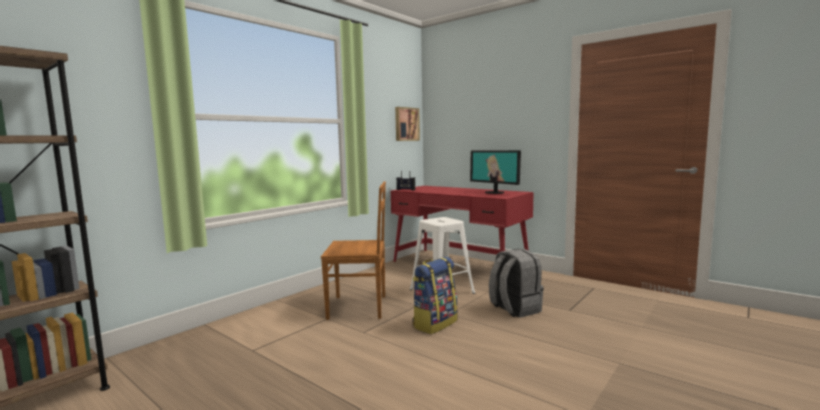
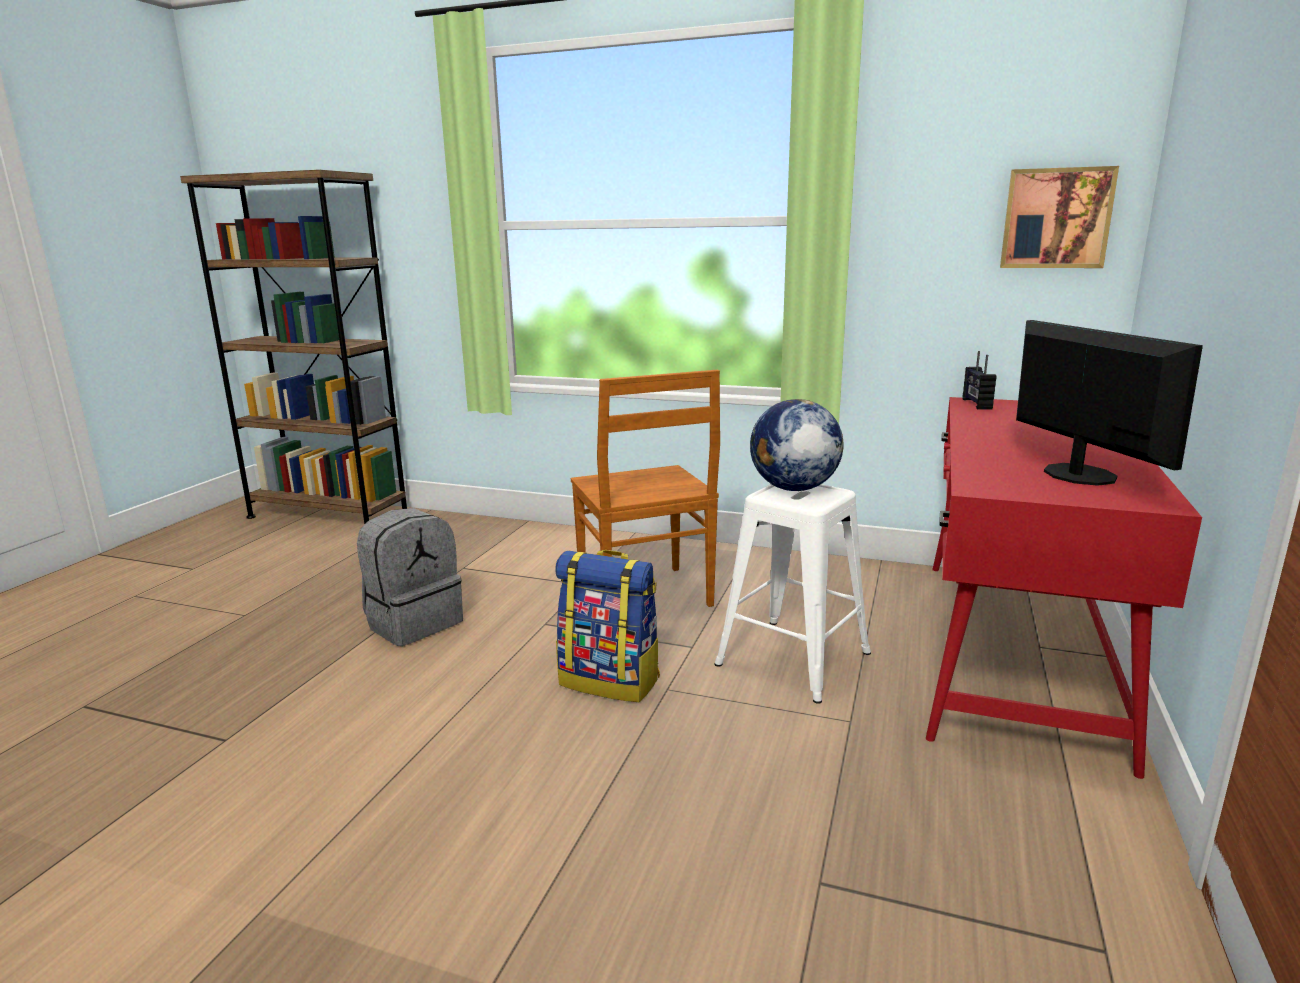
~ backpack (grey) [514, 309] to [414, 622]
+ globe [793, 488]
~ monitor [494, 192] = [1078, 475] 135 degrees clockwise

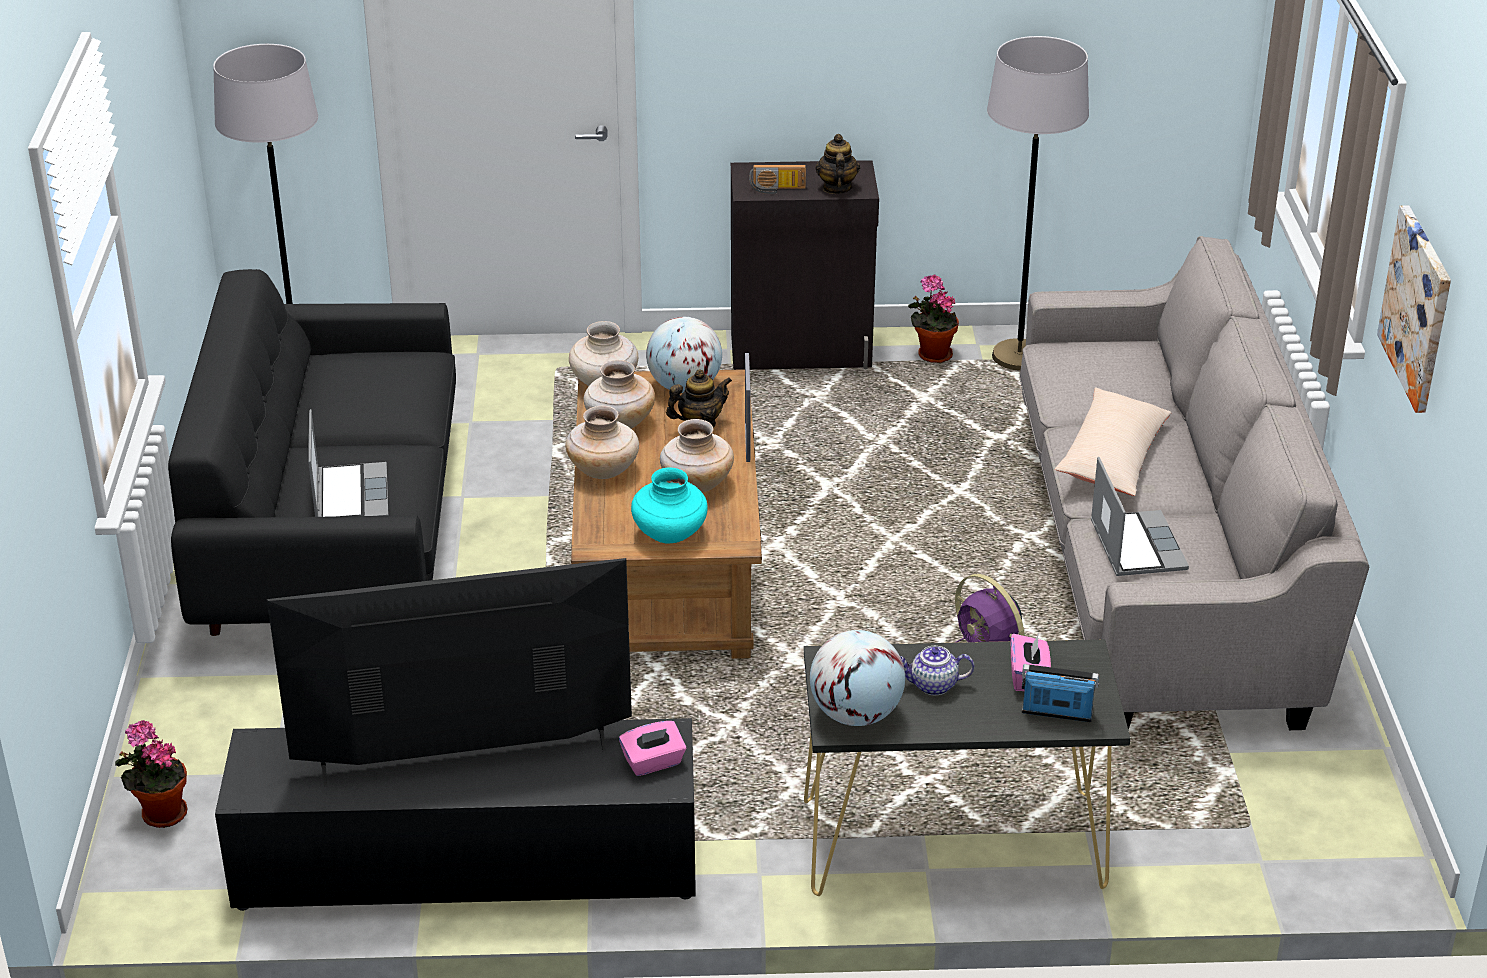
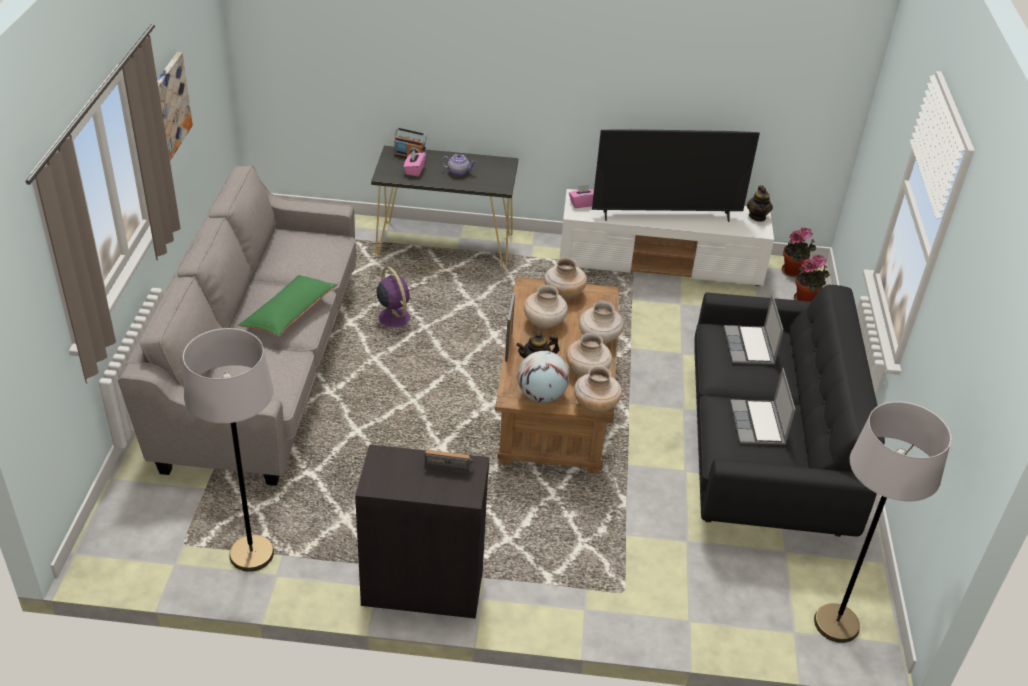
~ pillow (beige) [1112, 456] to pillow (green) [290, 314]
~ vase (turquoise) [670, 535] to vase (beige) [563, 294]
~ tv stand (black) [465, 866] to tv stand (white) [661, 262]
~ laptop [1135, 545] to [758, 424]
~ teapot [836, 188] to [757, 216]
~ potted plant [931, 355] to [793, 272]
- globe [856, 714]

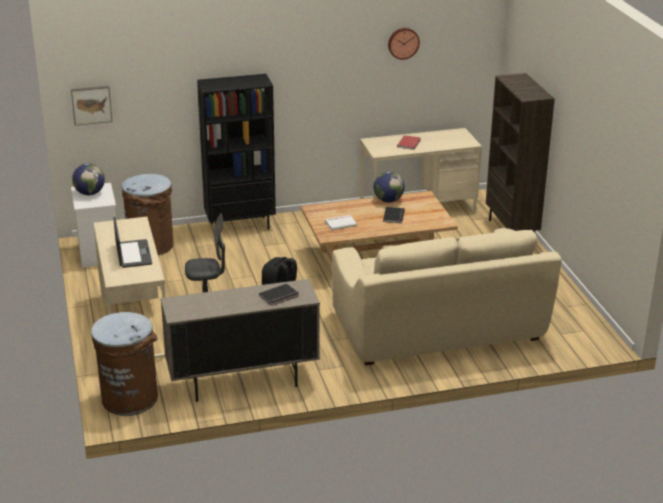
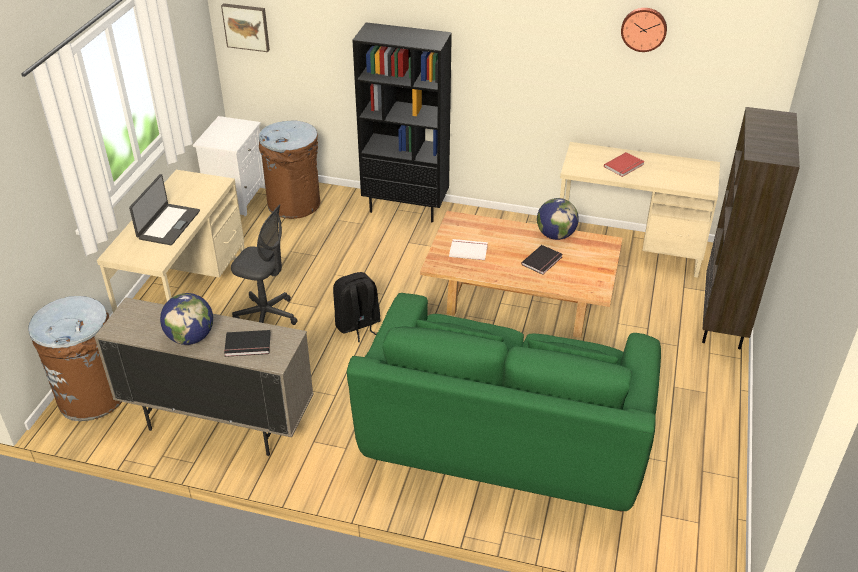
~ globe [89, 193] to [191, 337]
~ sofa (beige) [438, 328] to sofa (green) [505, 438]

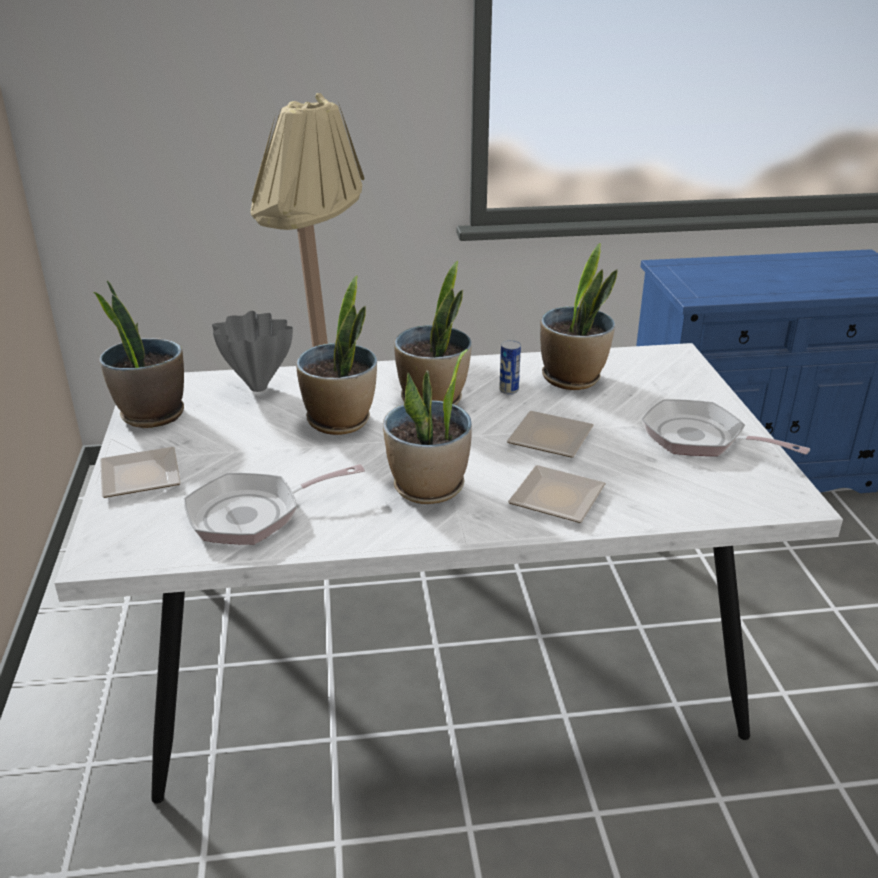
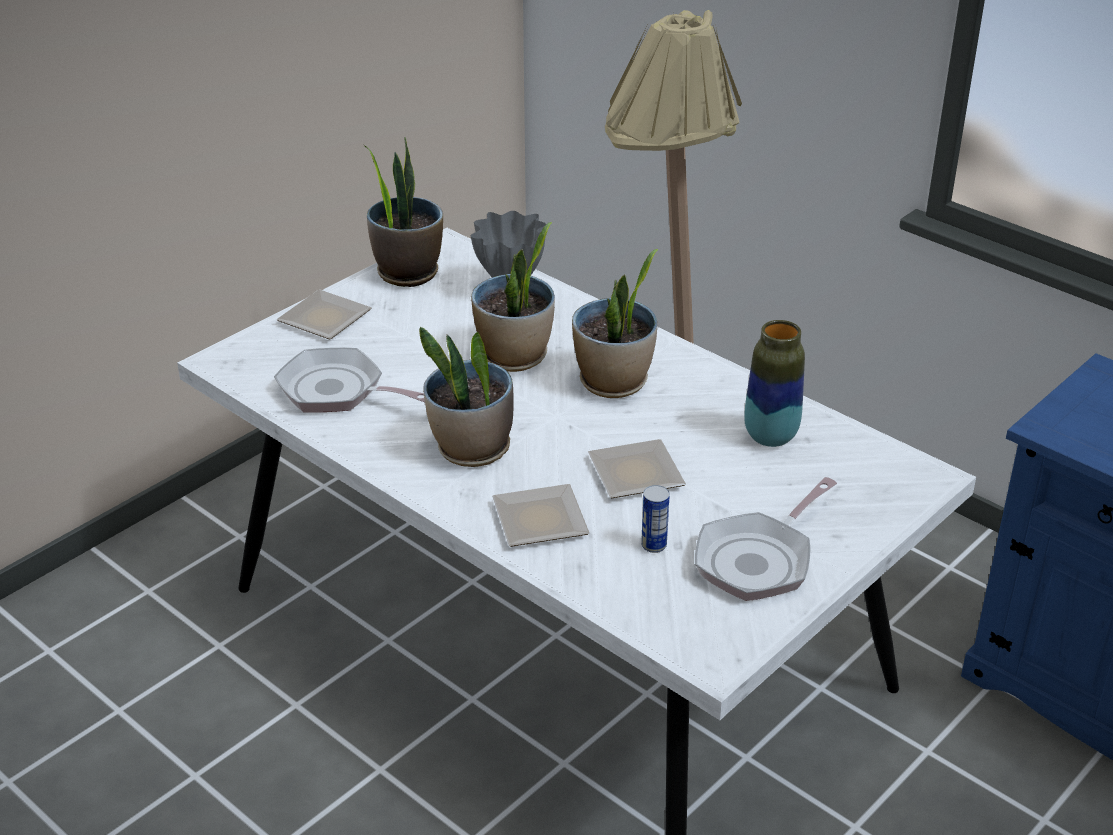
~ can [508, 390] to [654, 545]
~ frying pan [700, 438] = [758, 559] 135 degrees counterclockwise
~ potted plant [572, 378] to vase [770, 436]

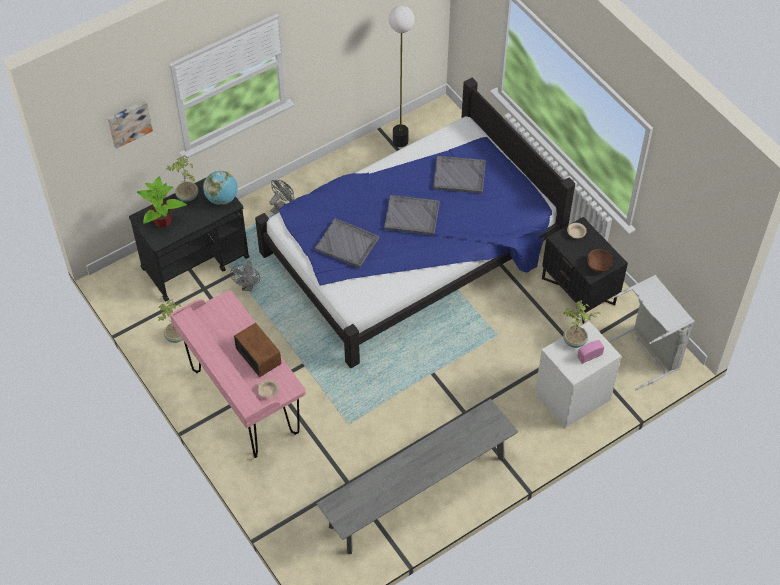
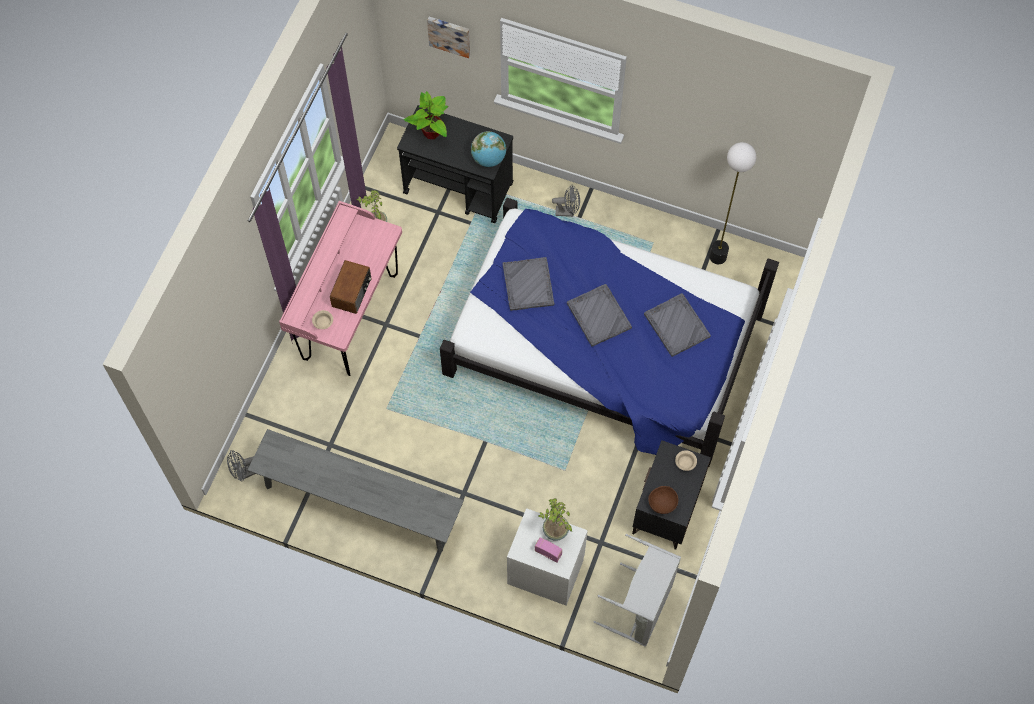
~ fan (grey) [248, 286] to [244, 473]
- potted plant [187, 196]

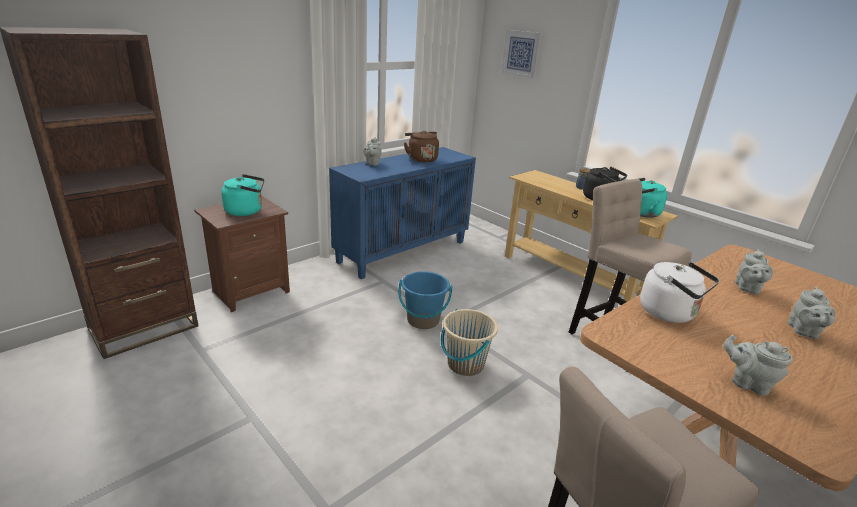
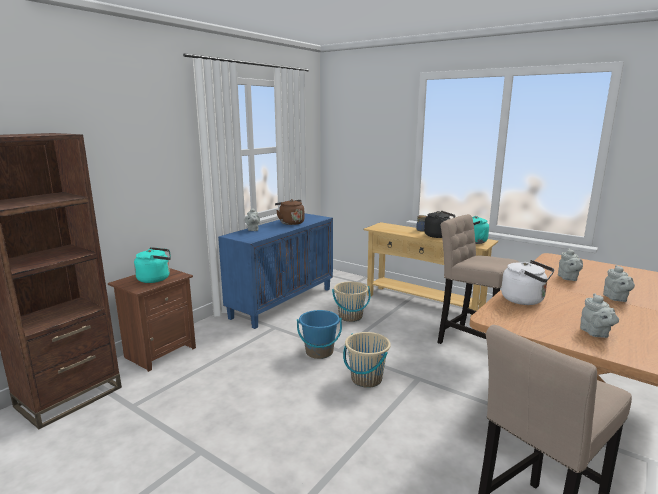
+ bucket (beige) [350, 317]
~ teapot (grey) [747, 383] = [595, 333] 120 degrees counterclockwise
- picture [521, 53]

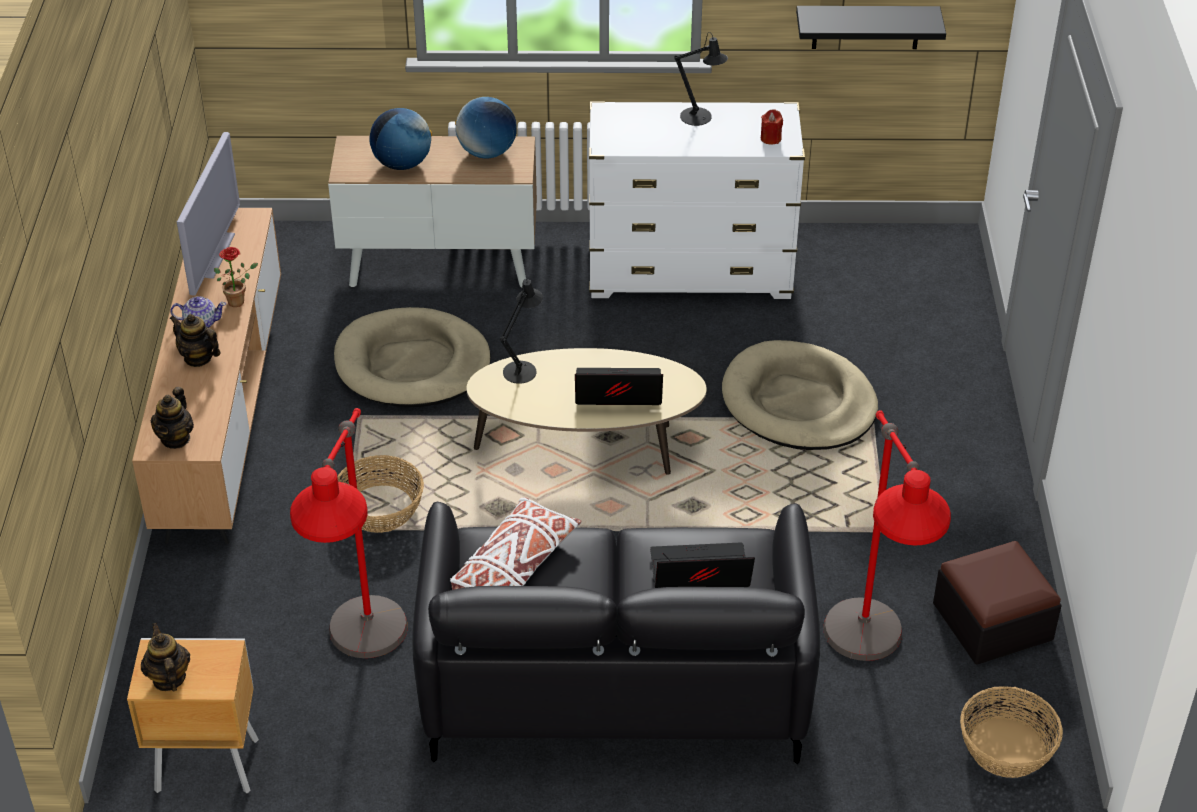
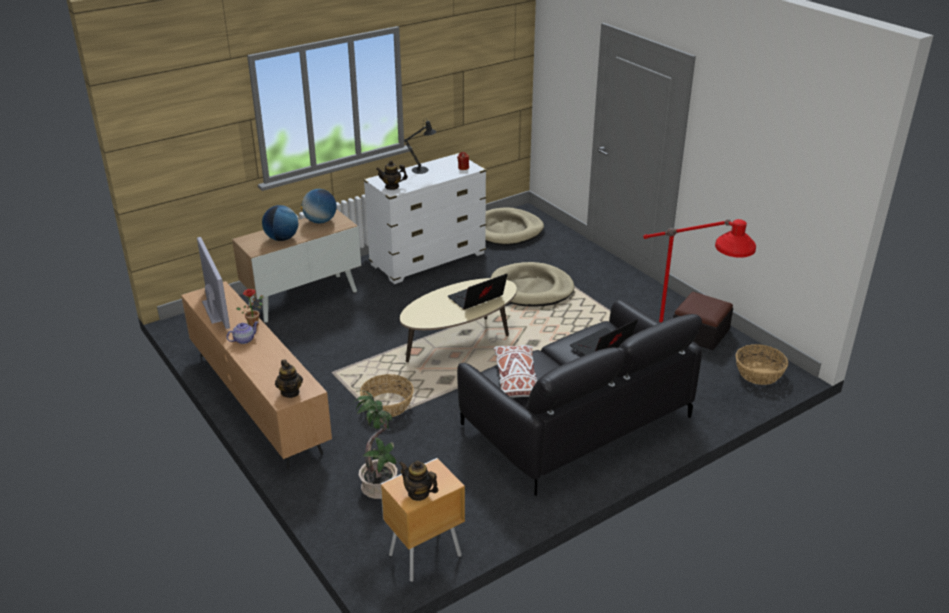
+ potted plant [380, 487]
~ teapot [198, 358] to [392, 186]
~ dog bed (beige) [412, 364] to [506, 230]
- floor lamp (red) [364, 671]
- table lamp (black) [522, 369]
- shelf (black) [866, 27]

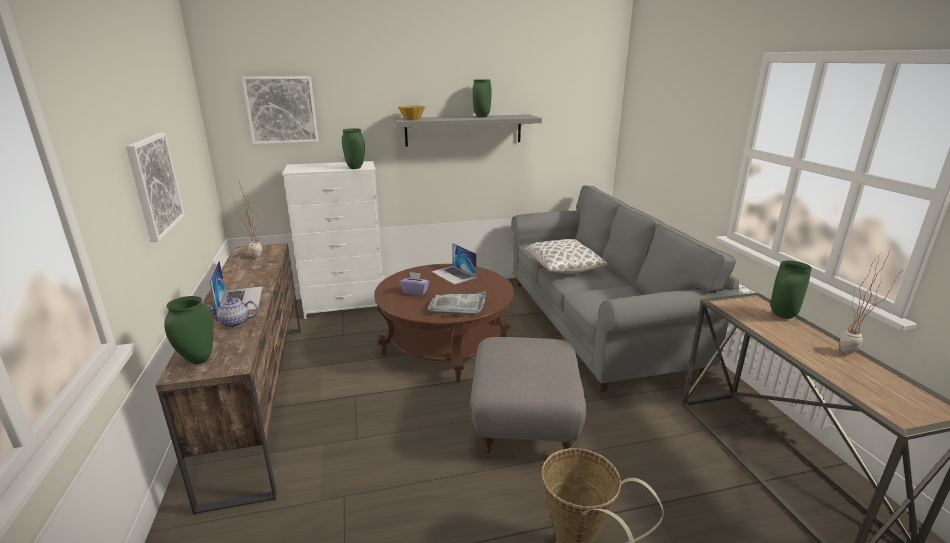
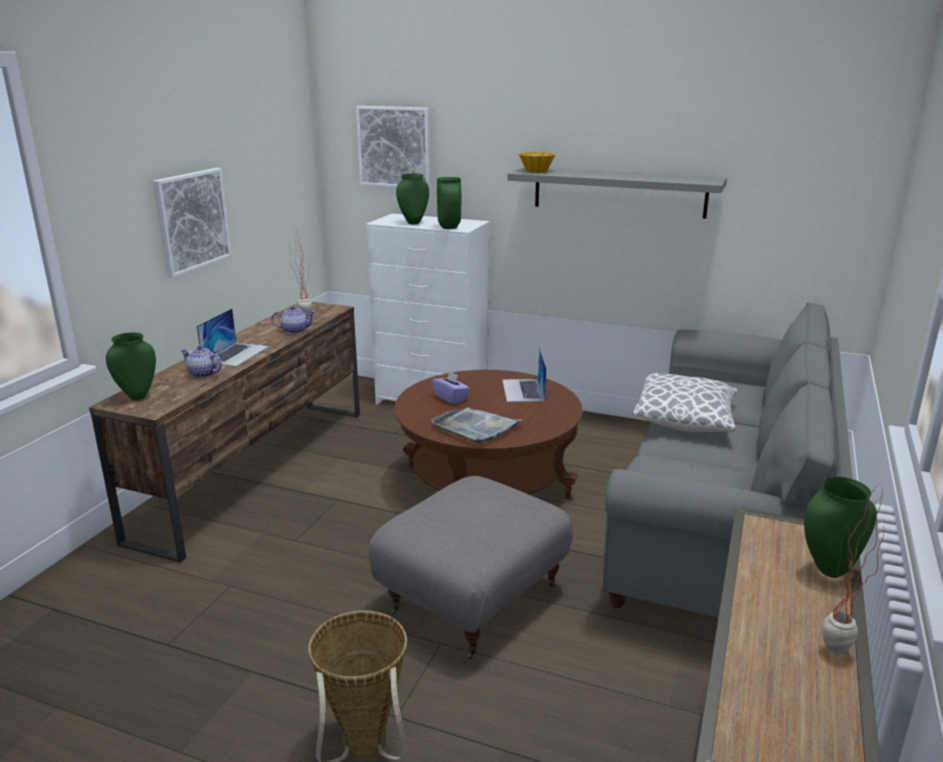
+ teapot [294, 330]
~ vase (green) [481, 116] to [413, 223]

